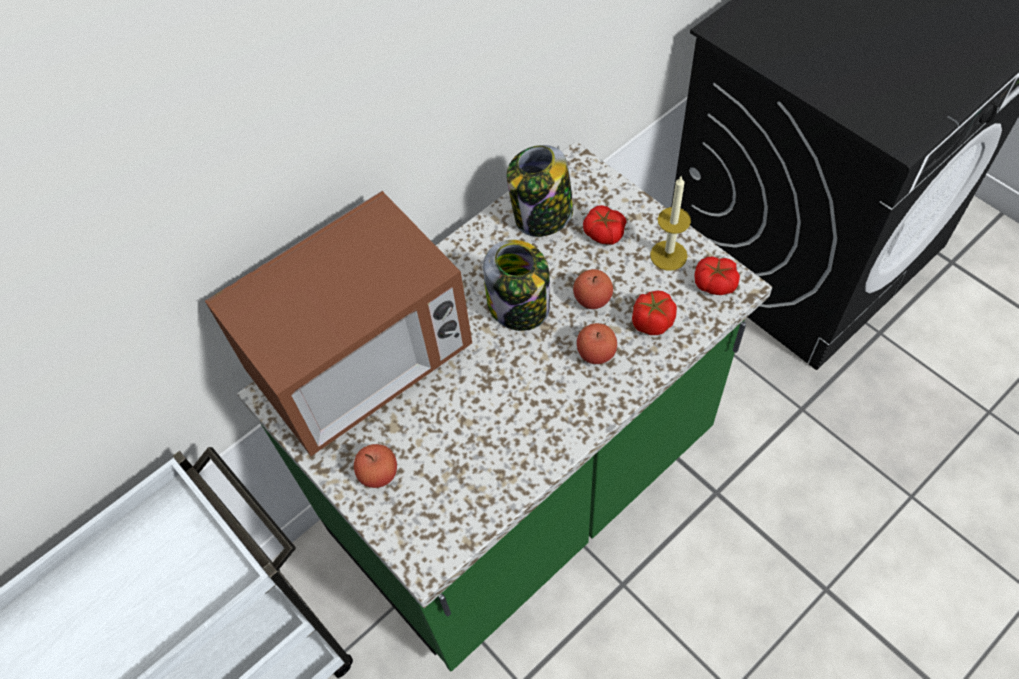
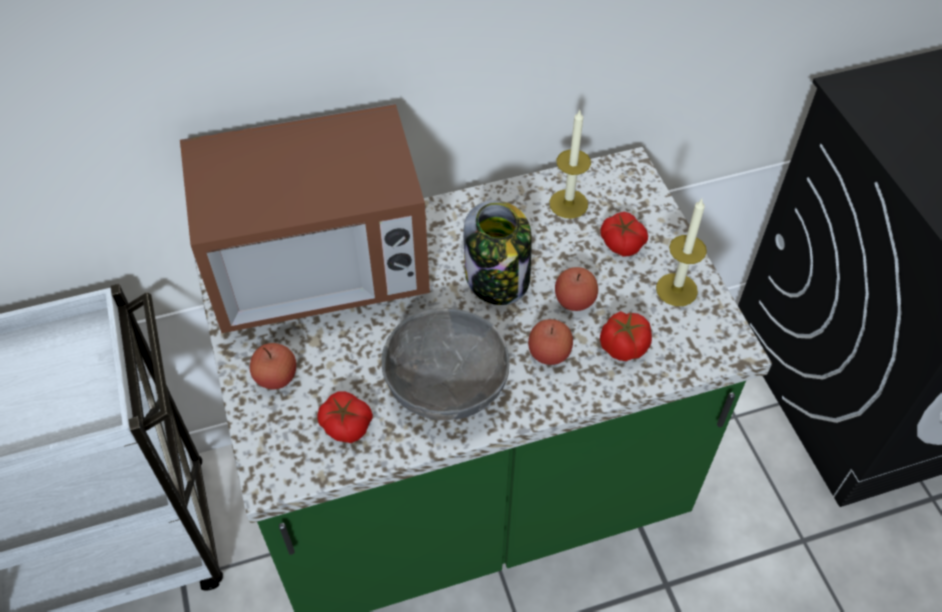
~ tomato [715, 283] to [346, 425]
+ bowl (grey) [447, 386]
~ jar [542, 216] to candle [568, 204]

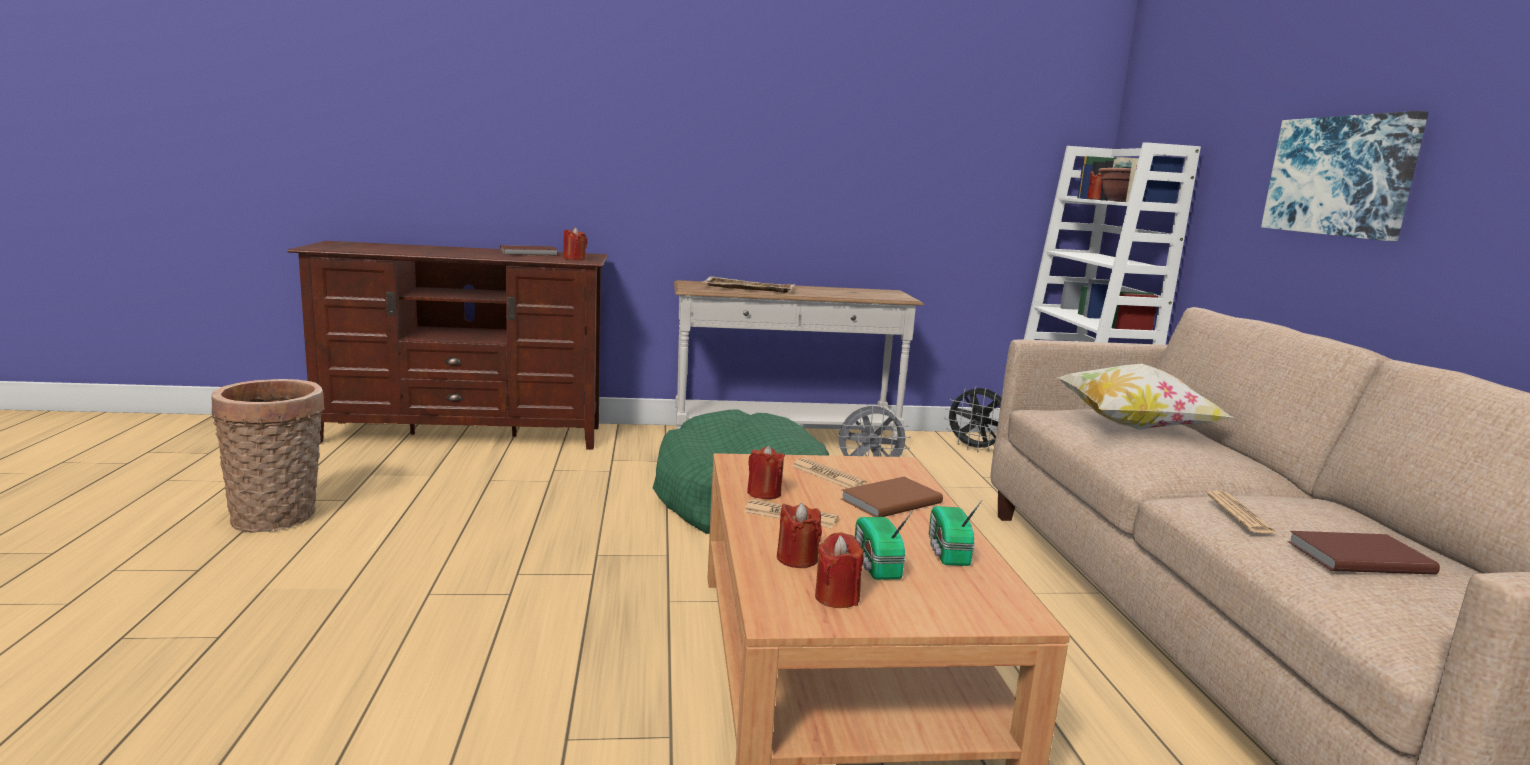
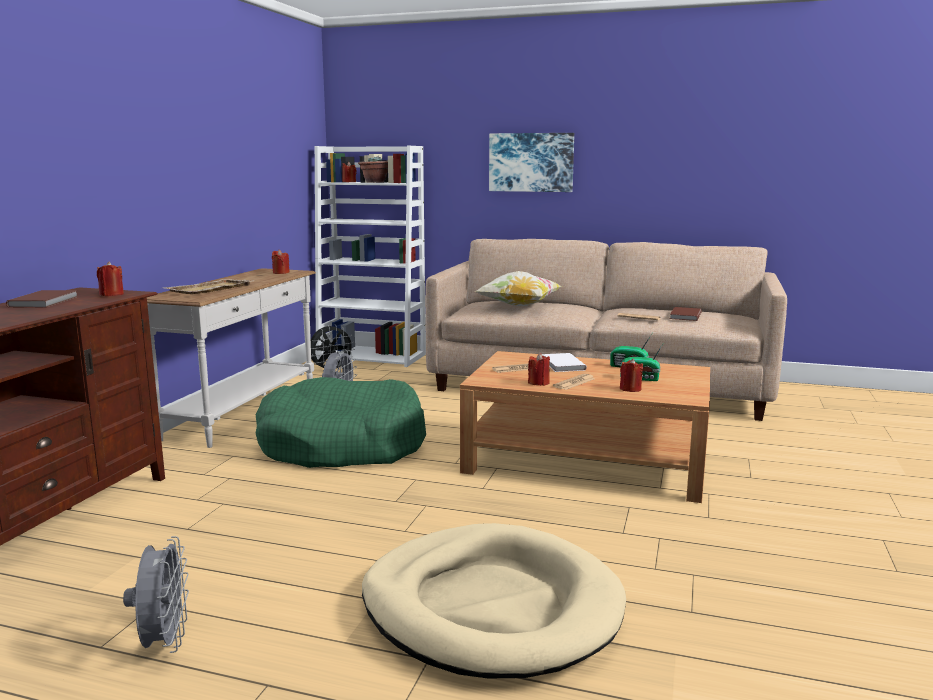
~ basket [279, 518] to fan (grey) [164, 643]
~ candle (red) [837, 597] to [281, 272]
+ dog bed (beige) [491, 607]
~ book (brown) [888, 500] to book (white) [562, 365]

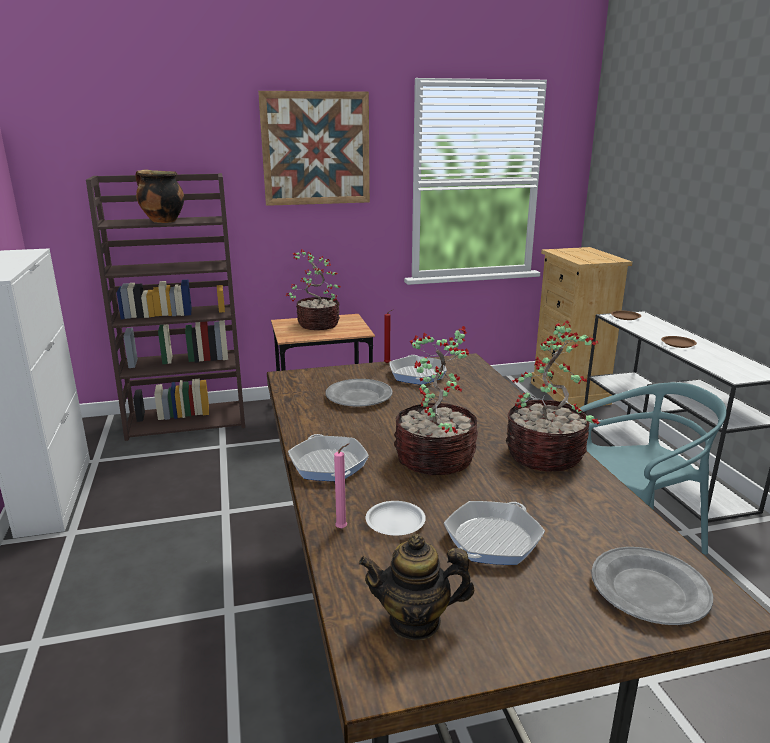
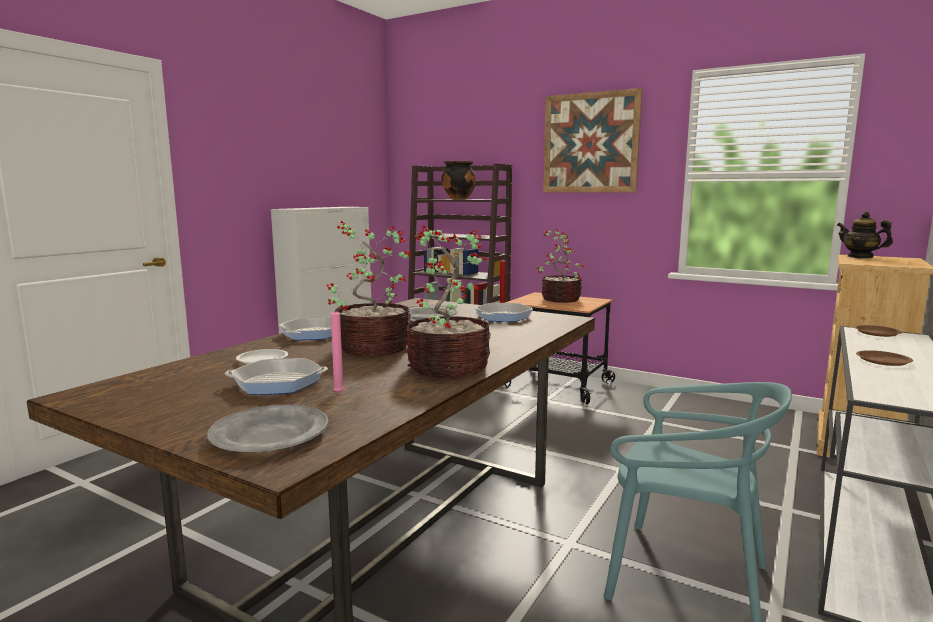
~ candle (pink) [343, 528] to [340, 394]
~ teapot [415, 621] to [860, 257]

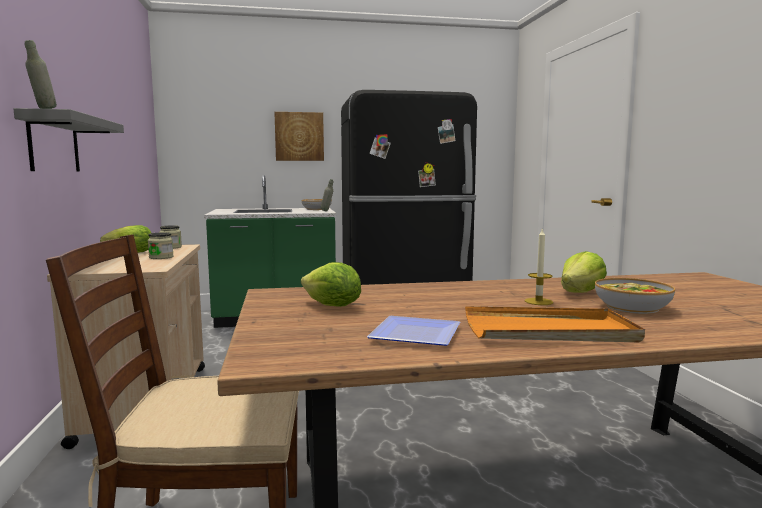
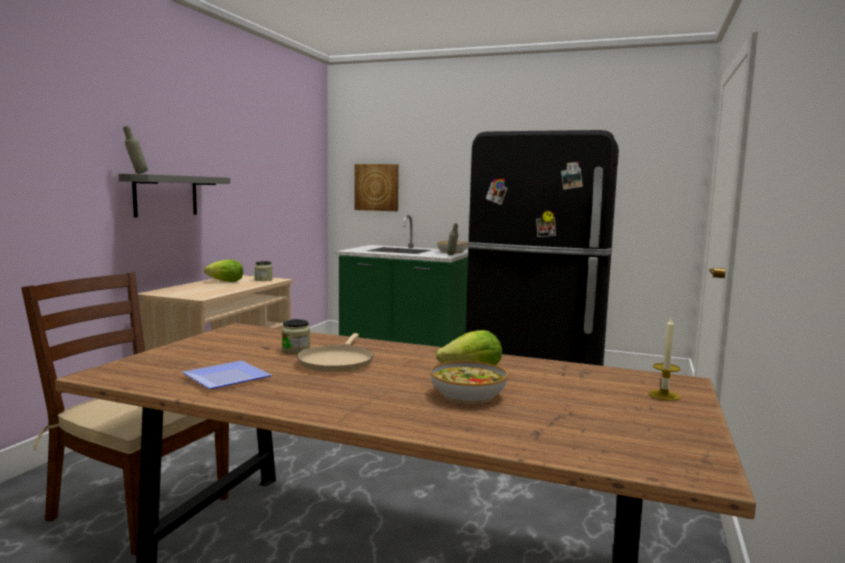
~ jar [161, 257] to [296, 350]
+ frying pan (beige) [336, 362]
~ picture [299, 136] to [377, 187]
~ candle [538, 301] to [664, 395]
- lettuce [332, 306]
- tray (orange) [550, 331]

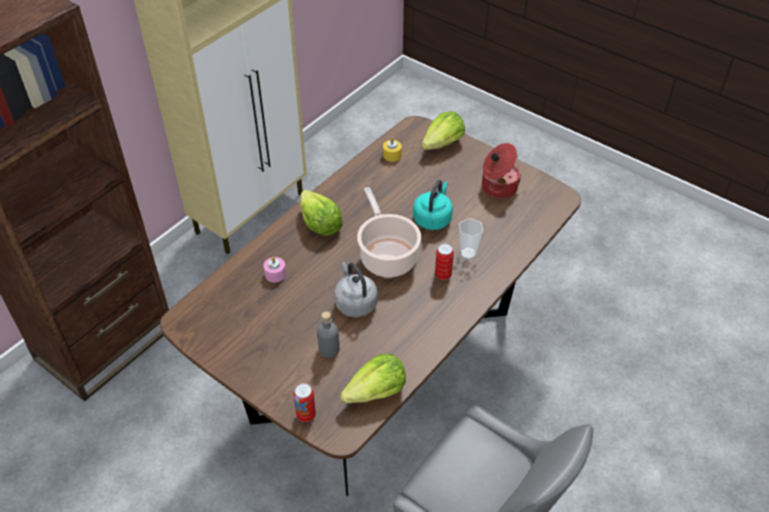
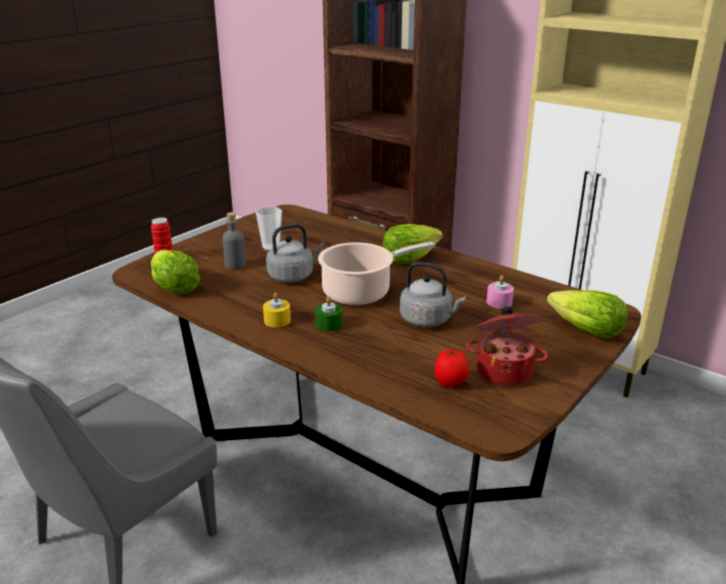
~ cup [468, 253] to [271, 247]
~ candle (yellow) [392, 155] to [277, 320]
~ can [443, 275] to candle (green) [329, 324]
~ kettle (turquoise) [433, 218] to kettle (grey) [428, 320]
+ tomato [451, 383]
~ candle (pink) [275, 274] to [499, 302]

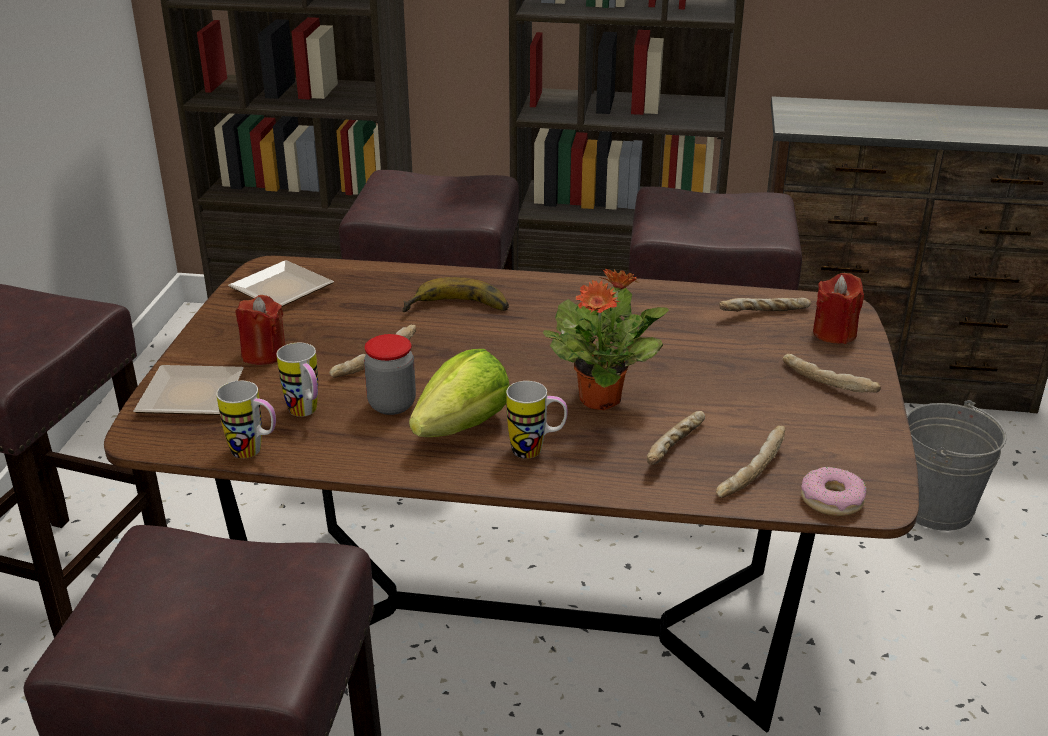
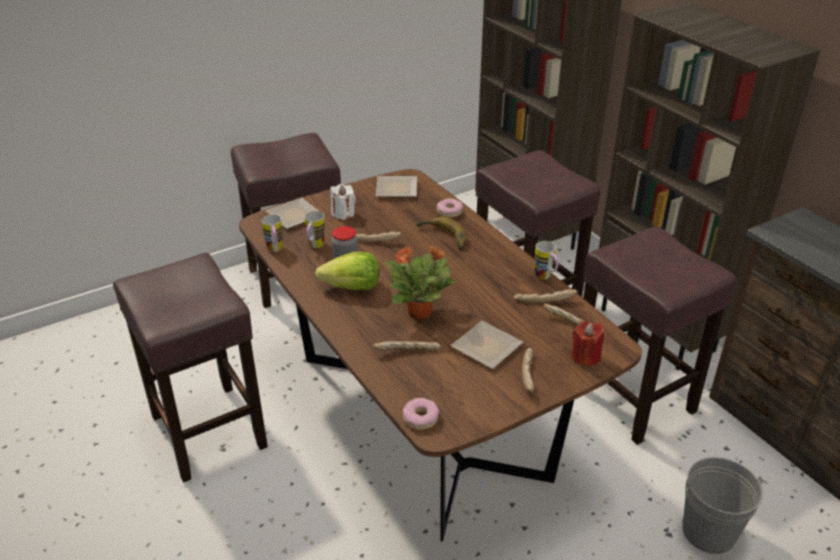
~ candle (red) [264, 354] to candle (white) [343, 214]
+ donut [449, 212]
+ plate [484, 347]
~ bread [749, 471] to [544, 300]
~ mug [536, 451] to [545, 278]

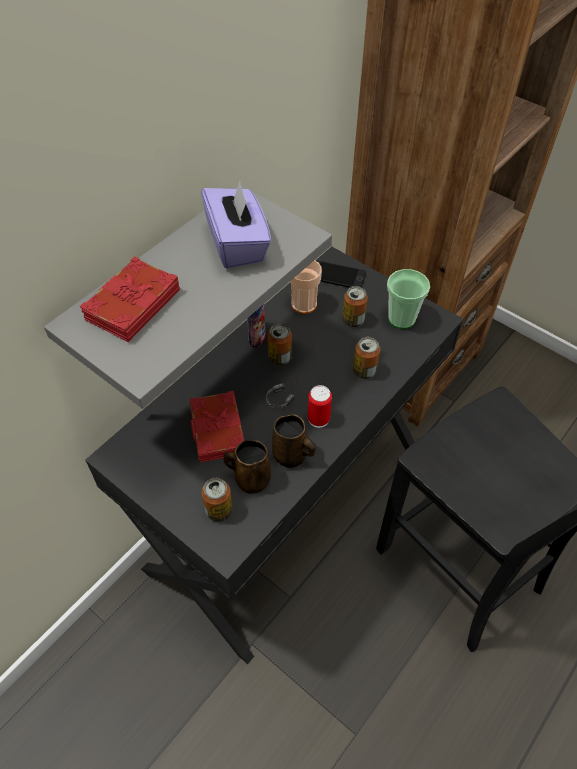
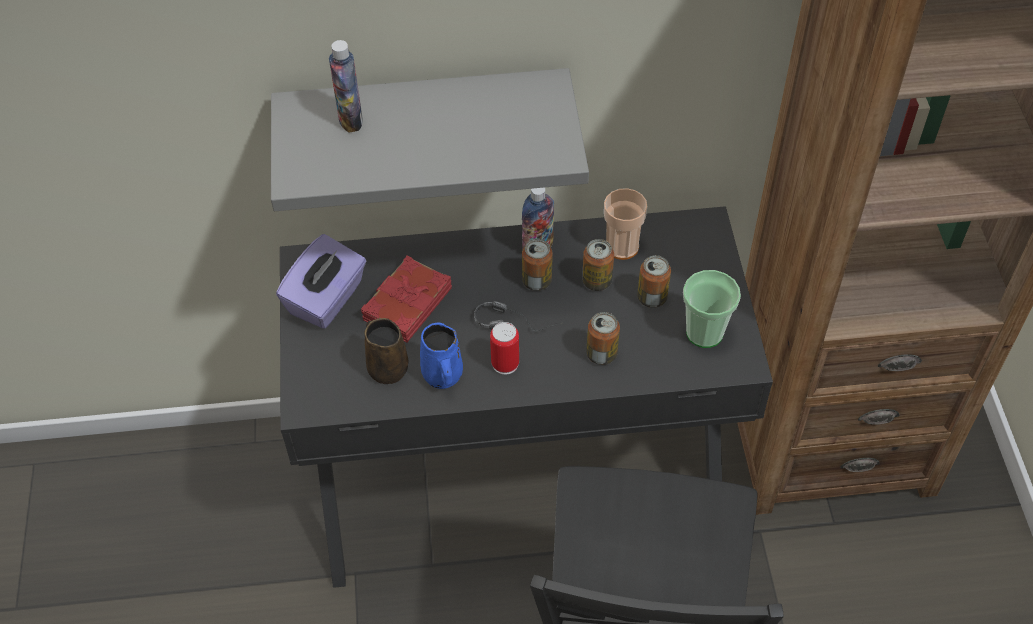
~ tissue box (purple) [238, 244] to [327, 299]
~ book (red) [132, 304] to bottle [350, 119]
~ mug (brown) [291, 456] to mug (blue) [443, 376]
~ can [219, 510] to [597, 281]
- phone [337, 275]

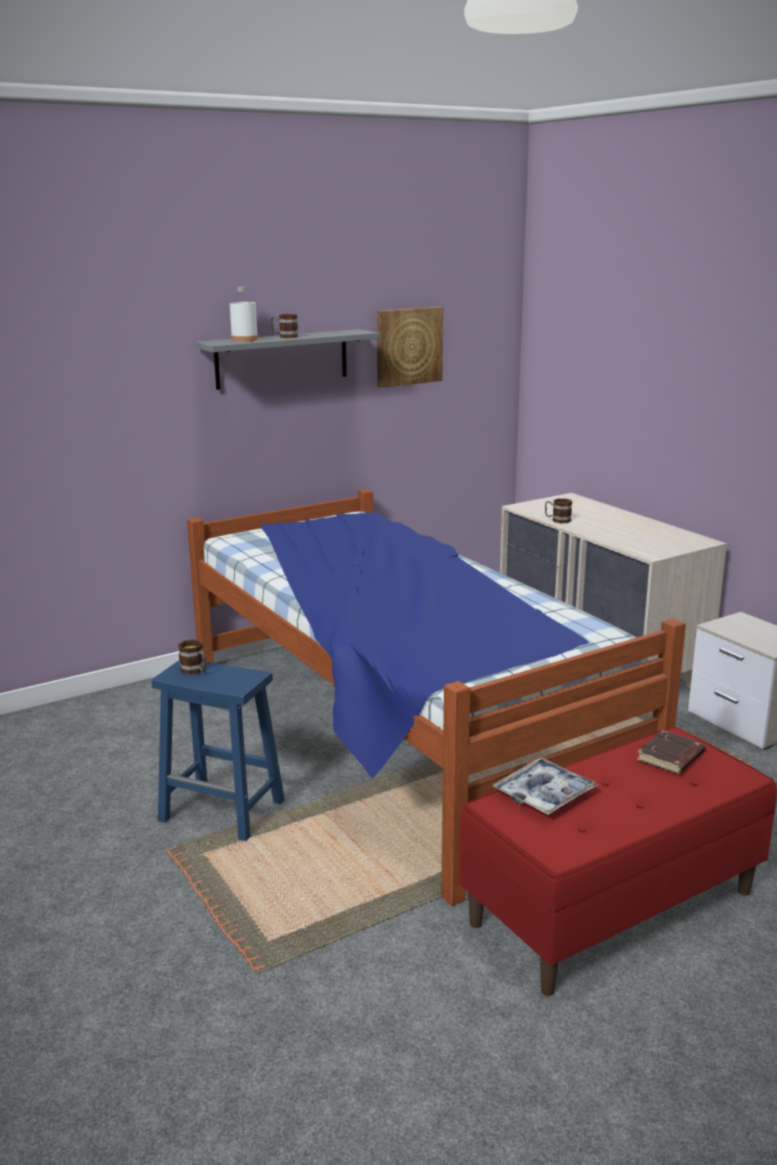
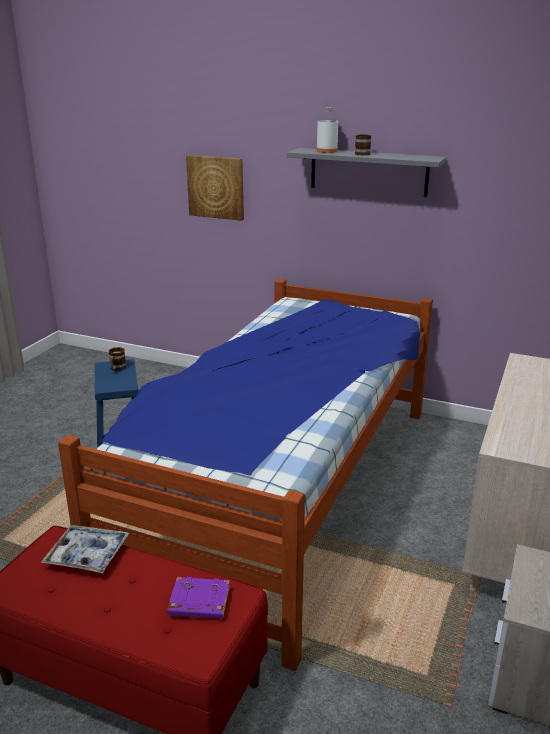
~ book (brown) [671, 758] to book (purple) [198, 603]
~ picture [408, 346] to [216, 187]
- mug [557, 520]

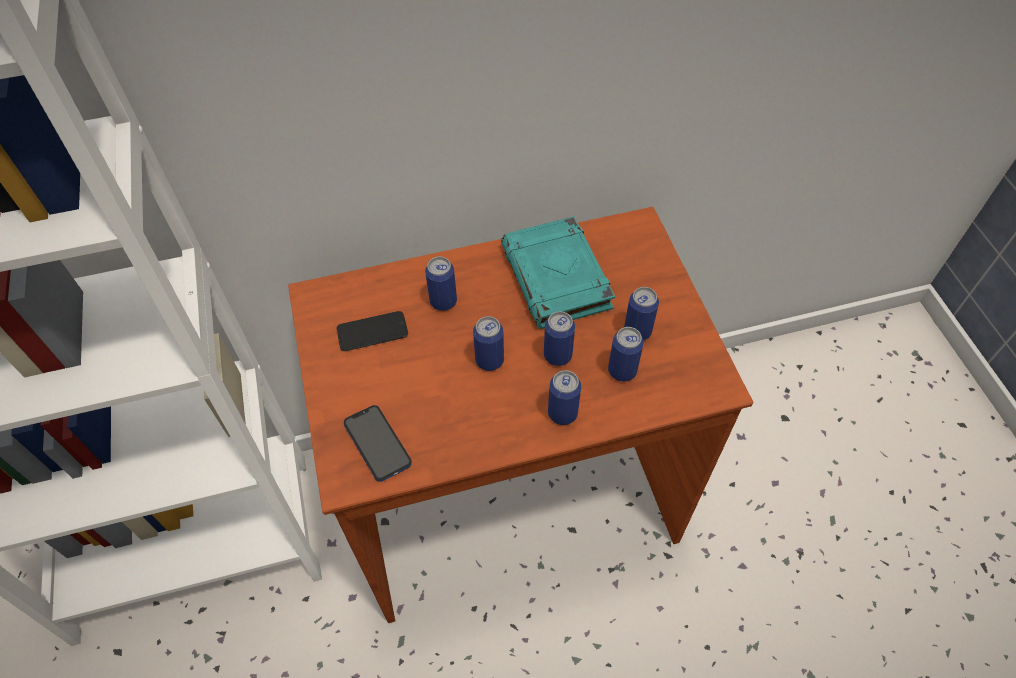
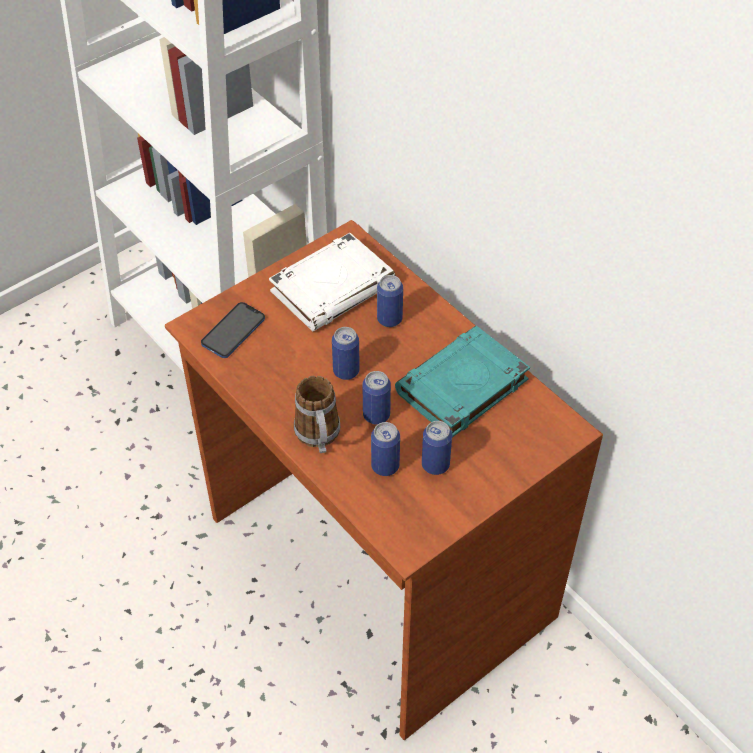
~ phone [372, 332] to book (white) [333, 287]
~ can [562, 413] to mug [319, 438]

